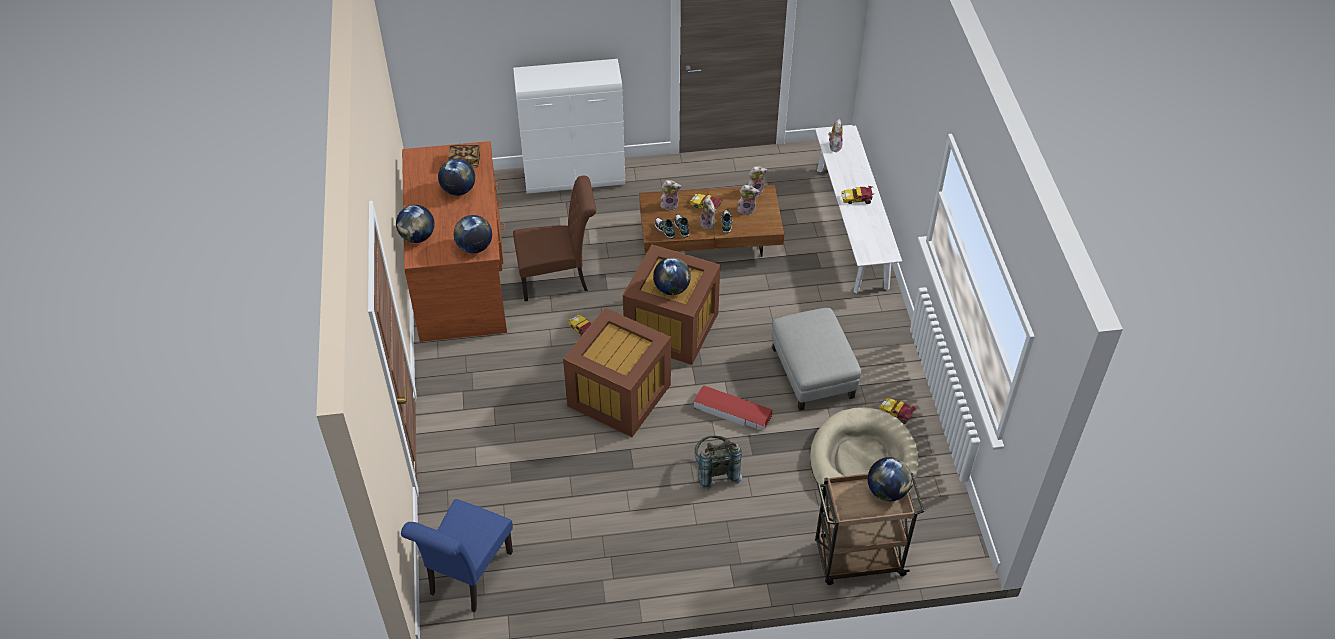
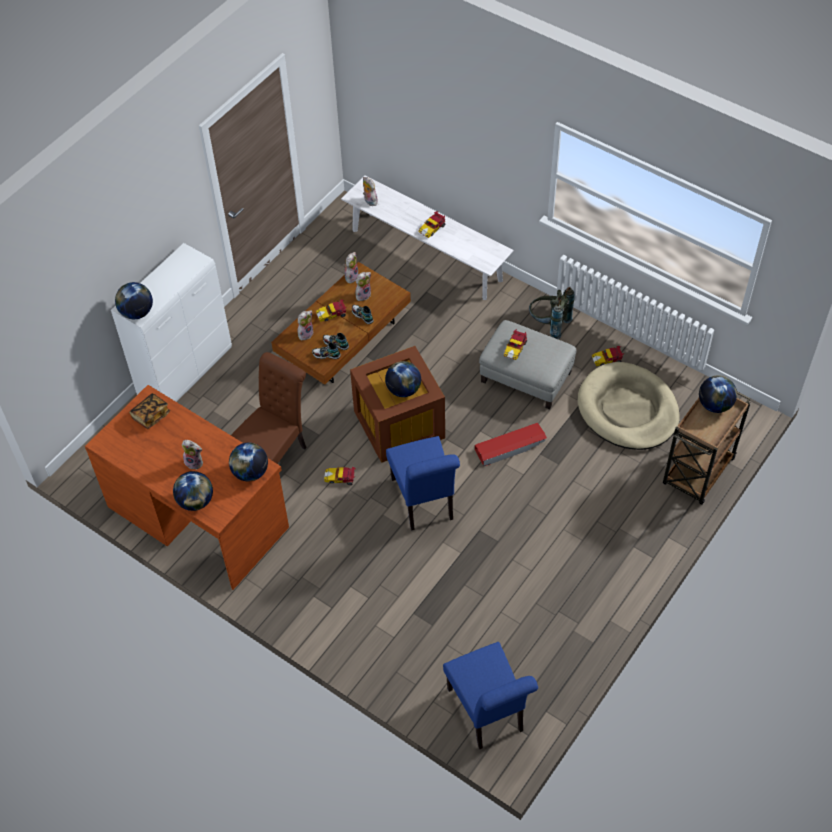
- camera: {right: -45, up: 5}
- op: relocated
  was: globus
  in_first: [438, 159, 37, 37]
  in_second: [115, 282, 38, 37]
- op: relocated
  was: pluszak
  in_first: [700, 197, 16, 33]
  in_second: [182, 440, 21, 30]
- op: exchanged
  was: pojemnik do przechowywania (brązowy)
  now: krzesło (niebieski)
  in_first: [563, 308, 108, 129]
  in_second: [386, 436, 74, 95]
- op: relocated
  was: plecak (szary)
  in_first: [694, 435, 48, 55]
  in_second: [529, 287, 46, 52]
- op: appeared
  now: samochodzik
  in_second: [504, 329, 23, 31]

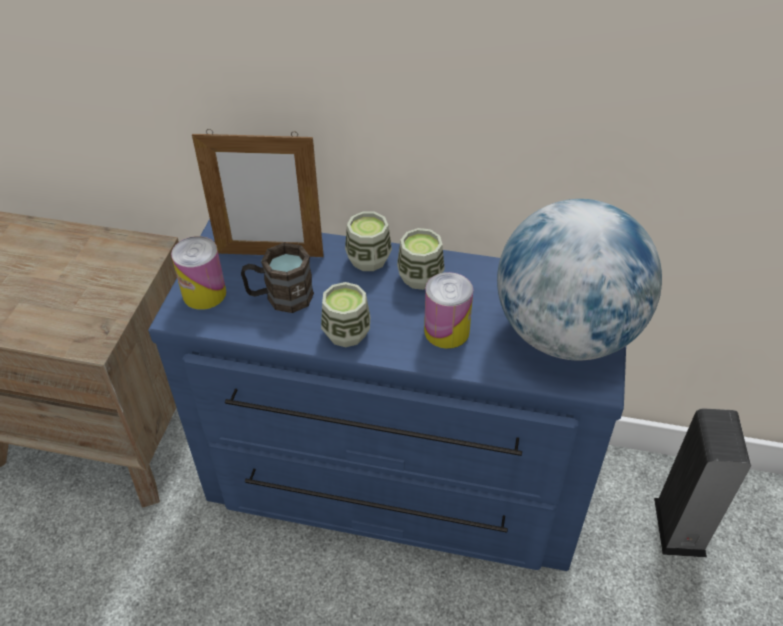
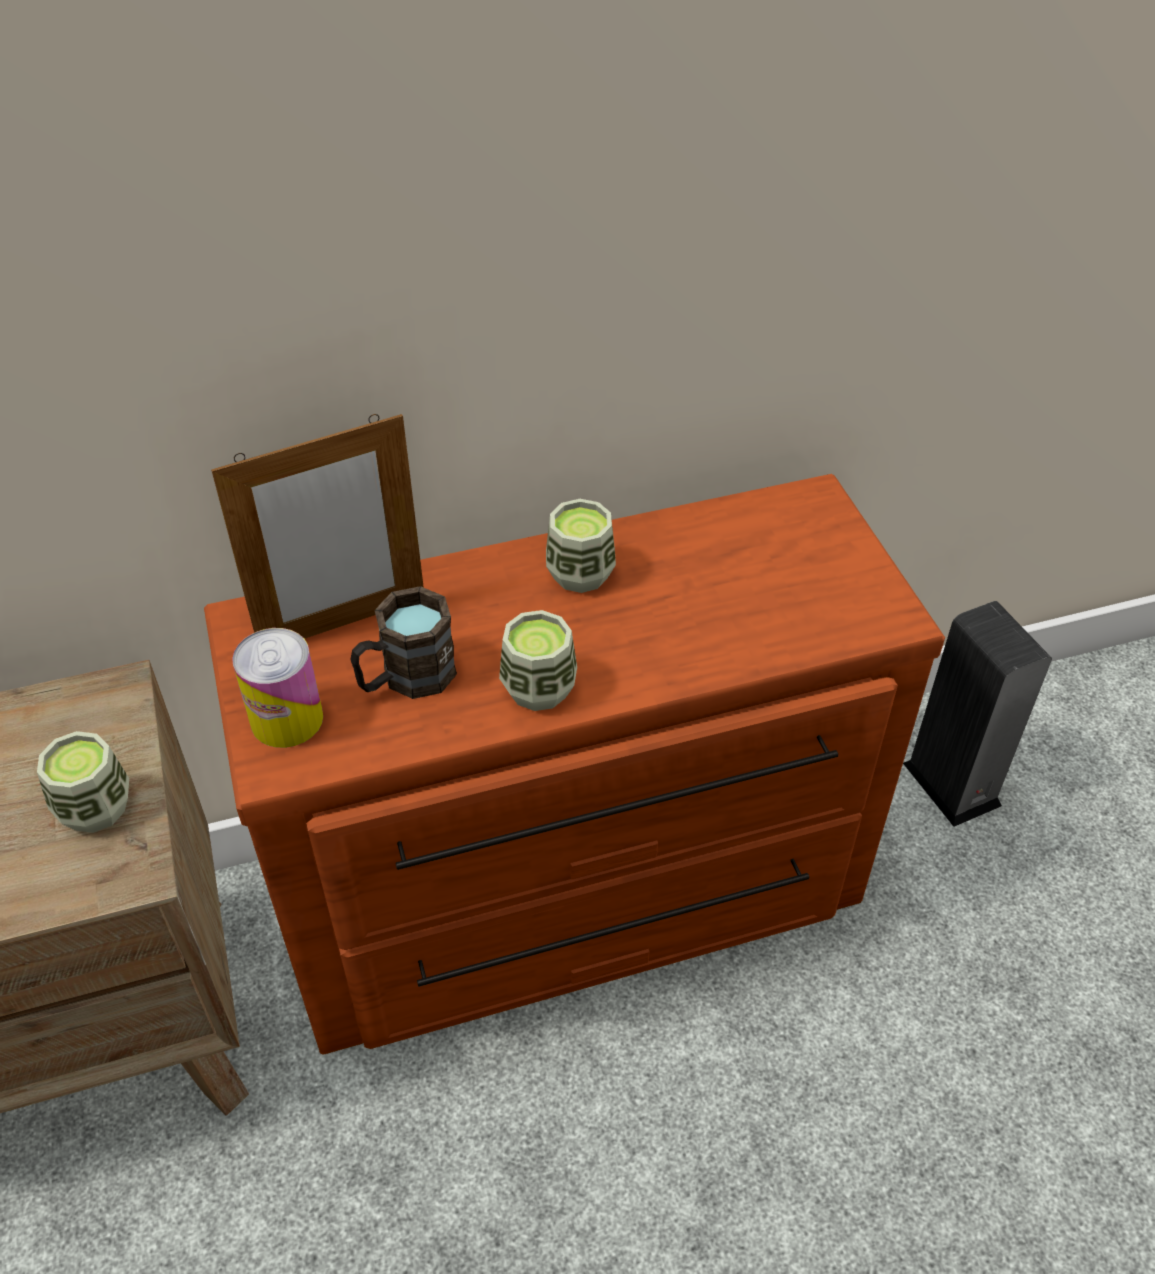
- camera: {right: -30, up: 0}
- op: missing
  was: globus
  in_first: [497, 199, 165, 161]
- op: relocated
  was: filiżanka
  in_first: [345, 211, 47, 60]
  in_second: [37, 731, 92, 102]
- op: colour
  was: komoda (niebieski)
  now: komoda (brązowy)
  in_first: [148, 219, 478, 352]
  in_second: [204, 474, 741, 581]
- op: missing
  was: puszka
  in_first: [424, 272, 49, 77]

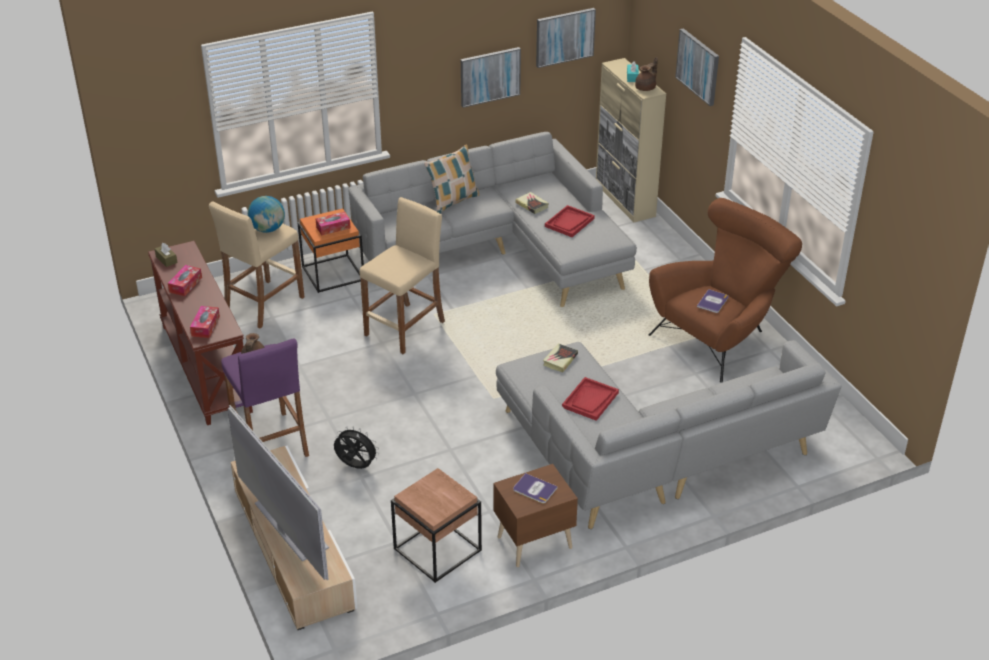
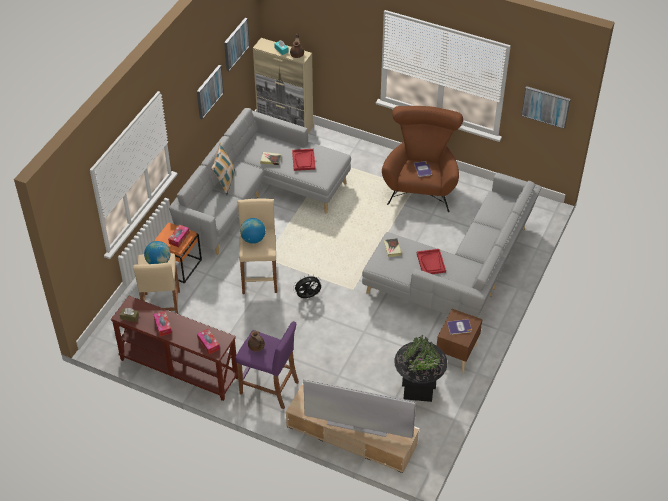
- camera: {right: -40, up: 10}
- op: relocated
  was: obraz
  in_first: [675, 28, 44, 78]
  in_second: [521, 86, 50, 43]
- op: relocated
  was: wentylator (czarny)
  in_first: [334, 426, 45, 43]
  in_second: [293, 275, 28, 23]
- op: exchanged
  was: stolik (brązowy)
  now: donica (czarny)
  in_first: [391, 468, 91, 115]
  in_second: [394, 335, 54, 67]
- op: appeared
  now: globus
  in_second: [240, 218, 26, 26]

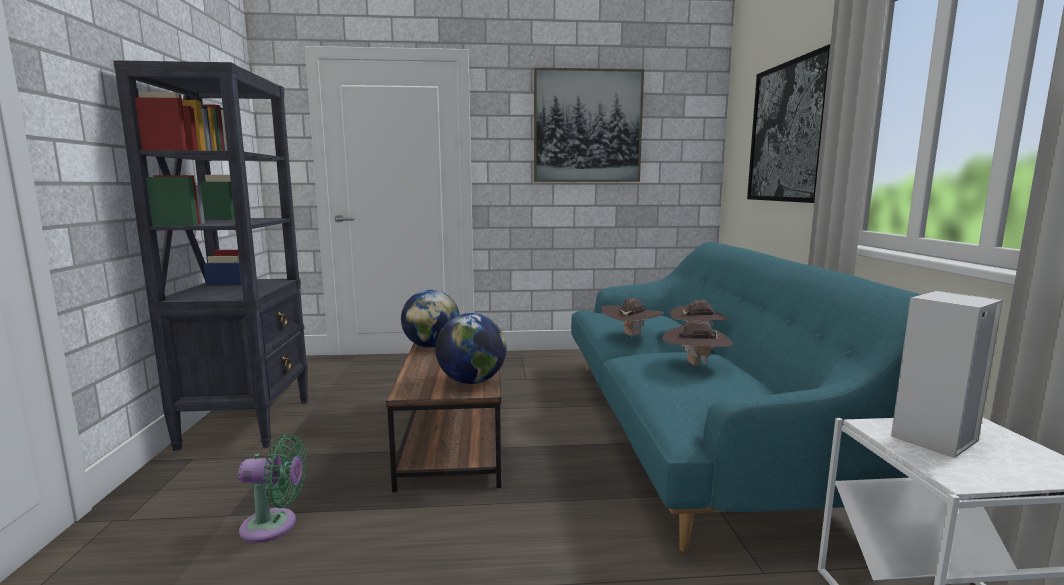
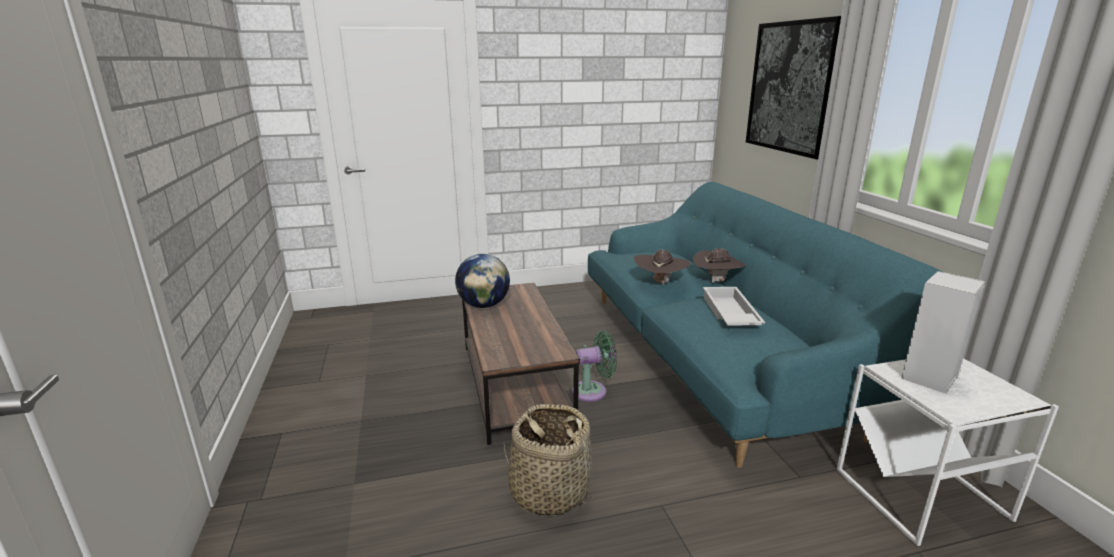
- camera: {right: -10, up: 10}
- op: missing
  was: regał (czarny)
  in_first: [113, 60, 195, 391]
- op: missing
  was: obraz
  in_first: [534, 68, 110, 114]
- op: missing
  was: globus
  in_first: [435, 313, 72, 71]
- op: exchanged
  was: kapelusz (brązowy)
  now: taca (biały)
  in_first: [663, 320, 70, 46]
  in_second: [703, 287, 62, 39]
- op: relocated
  was: wentylator (zielony)
  in_first: [238, 434, 69, 109]
  in_second: [572, 331, 45, 71]
- op: appeared
  now: koszyk
  in_second: [504, 404, 91, 112]

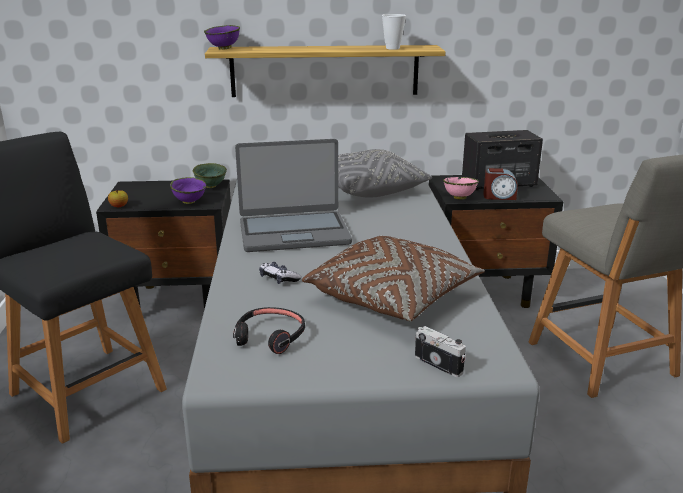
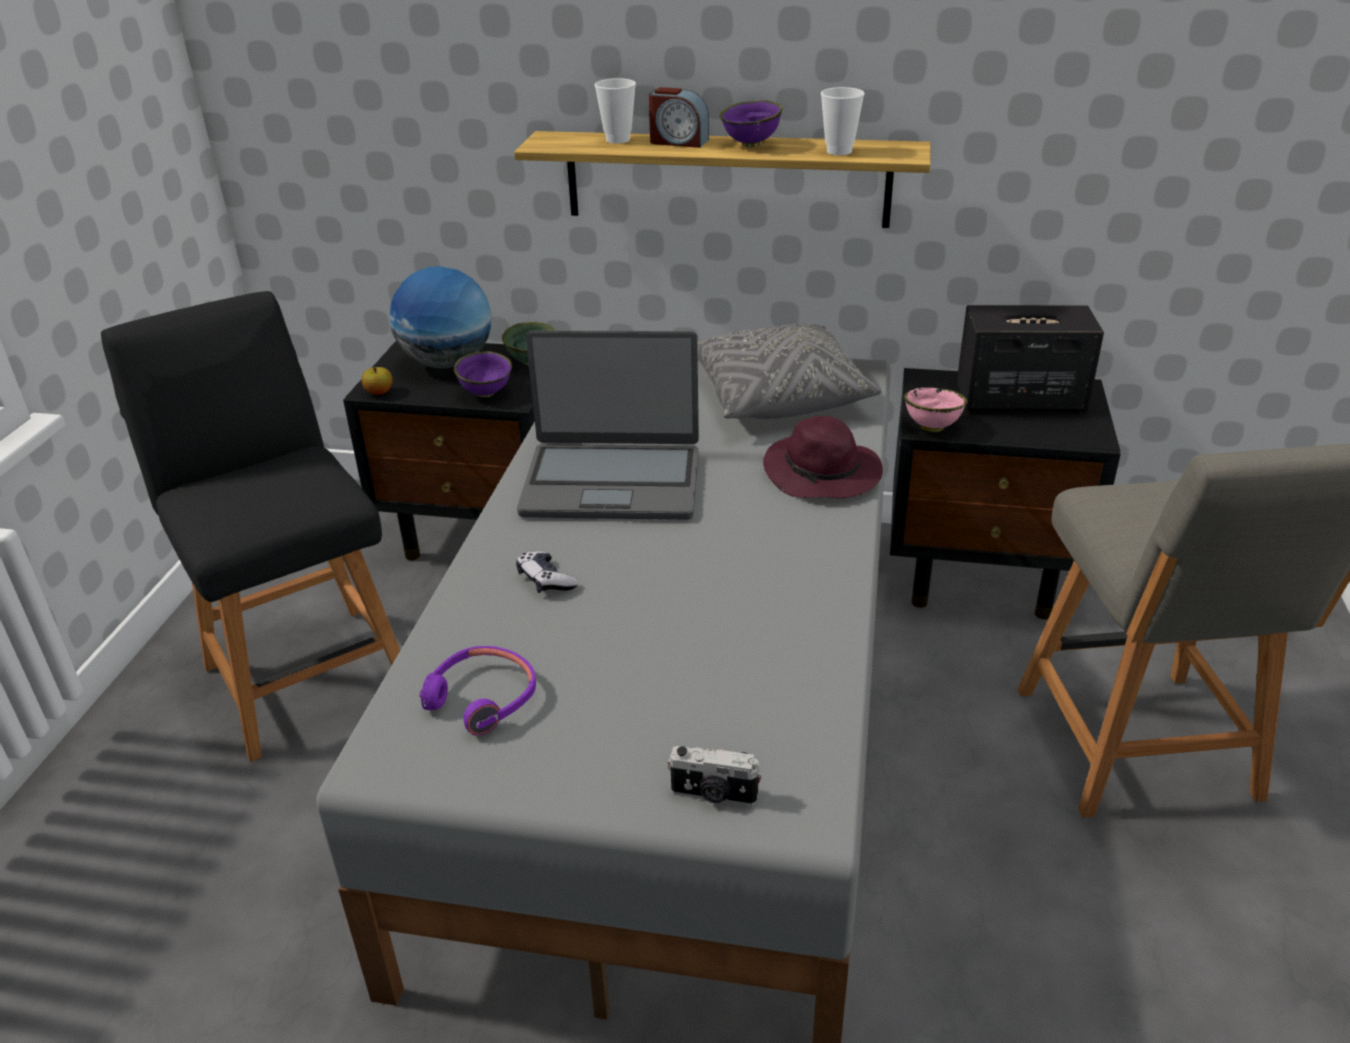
- camera: {right: 15, up: 10}
- op: relocated
  was: miska (fioletowy)
  in_first: [204, 25, 36, 25]
  in_second: [720, 100, 63, 47]
- op: relocated
  was: budzik
  in_first: [483, 168, 35, 32]
  in_second: [649, 87, 60, 61]
- op: missing
  was: poduszka (brązowy)
  in_first: [302, 236, 183, 85]
- op: colour
  was: słuchawki (czarny)
  now: słuchawki (fioletowy)
  in_first: [233, 307, 72, 47]
  in_second: [419, 646, 117, 89]
- op: spun
  was: aparat fotograficzny
  in_first: [415, 326, 51, 51]
  in_second: [668, 746, 94, 60]
  clockwise: 135
- op: appeared
  now: filiżanka
  in_second: [595, 78, 41, 65]
- op: appeared
  now: globus
  in_second: [389, 266, 102, 102]
- op: appeared
  now: kapelusz (fioletowy)
  in_second: [763, 416, 120, 82]

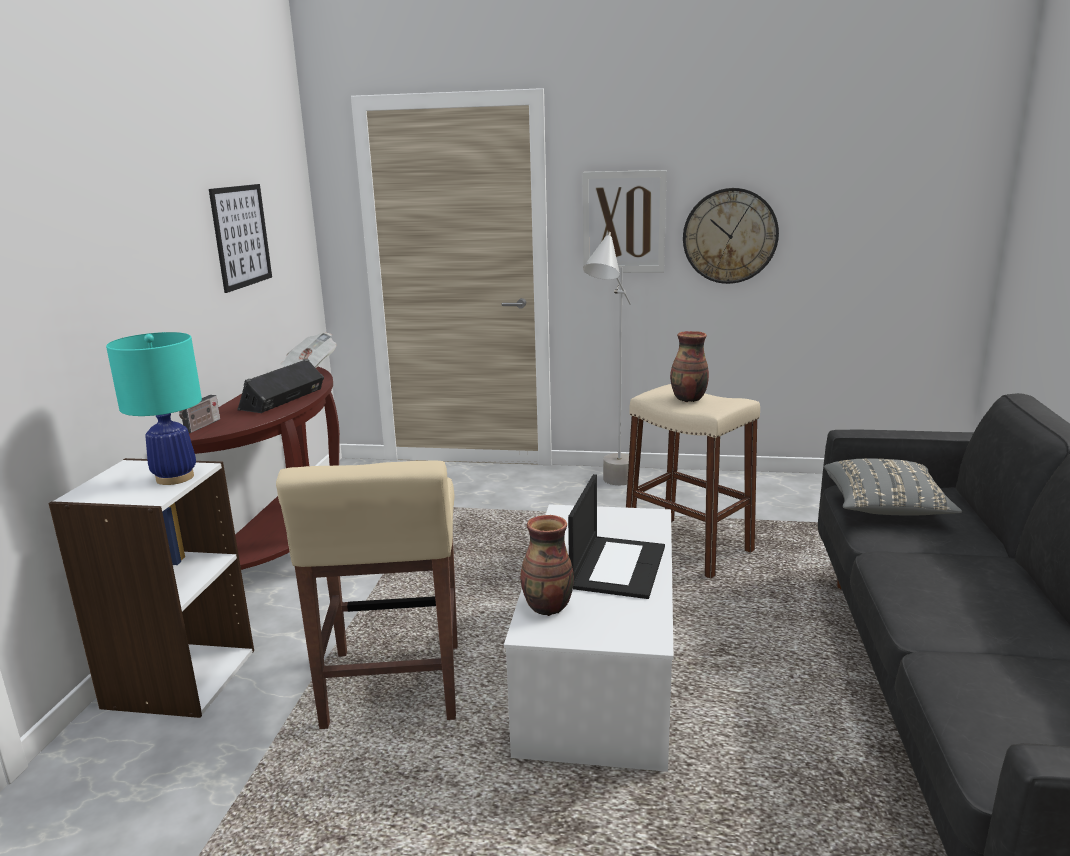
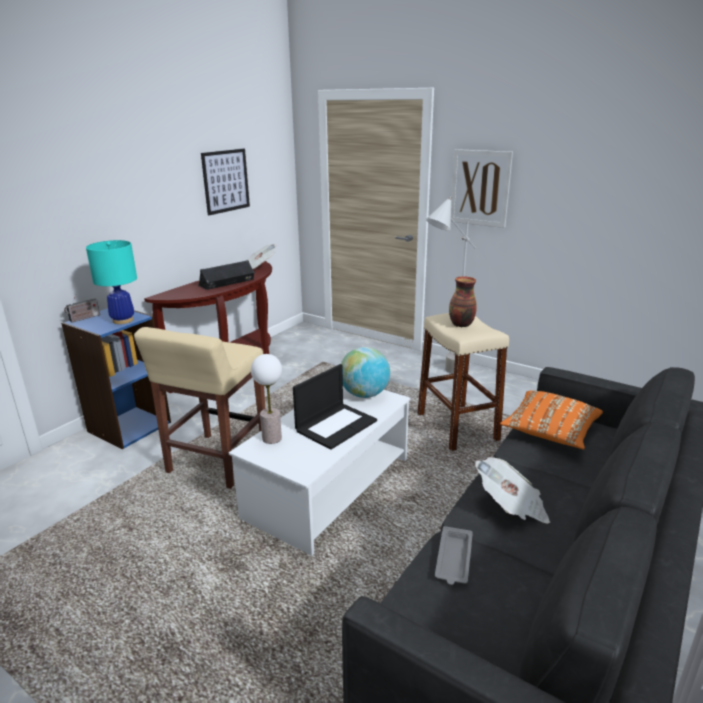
- camera: {right: 25, up: 5}
- op: missing
  was: zegar ścienny
  in_first: [683, 188, 96, 96]
- op: relocated
  was: radio
  in_first: [179, 395, 41, 38]
  in_second: [64, 294, 36, 28]
- op: colour
  was: regał (biały)
  now: regał (niebieski)
  in_first: [48, 458, 206, 260]
  in_second: [61, 308, 110, 141]
- op: colour
  was: poduszka (szary)
  now: poduszka (pomarańczowy)
  in_first: [824, 458, 138, 58]
  in_second: [500, 390, 103, 60]
- op: exchanged
  was: wazon
  now: lampa stołowa
  in_first: [520, 515, 54, 101]
  in_second: [251, 354, 31, 90]
- op: appeared
  now: globus
  in_second: [341, 347, 49, 51]
- op: appeared
  now: gazeta
  in_second: [475, 457, 75, 67]
- op: appeared
  now: taca (szary)
  in_second: [435, 526, 38, 59]

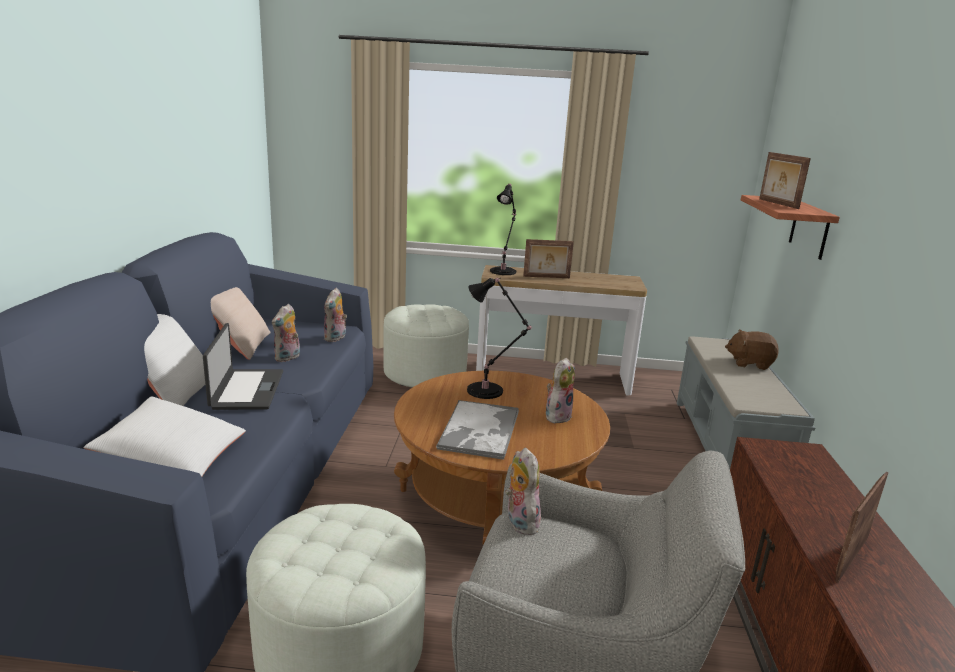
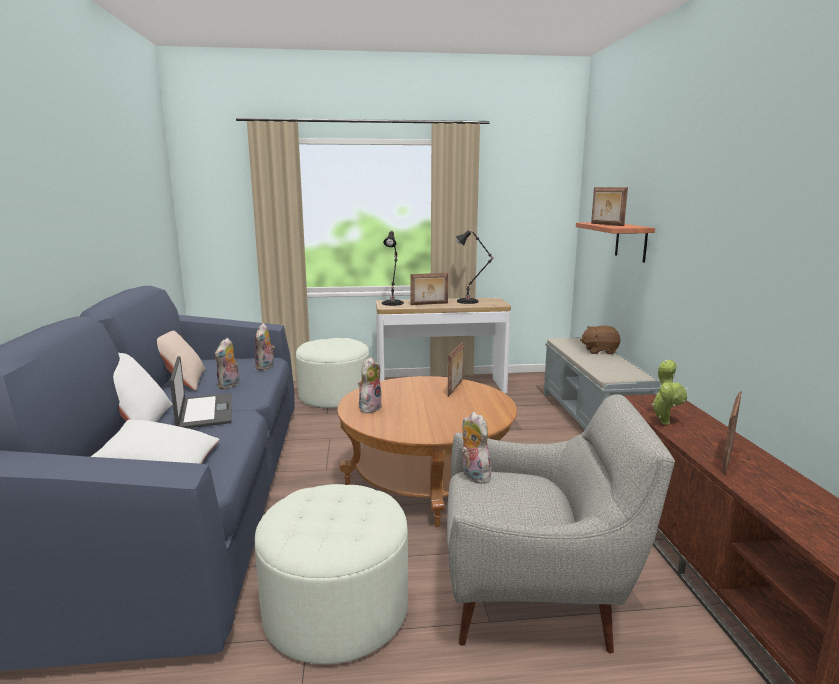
- camera: {right: -10, up: -5}
- op: relocated
  was: lampa stołowa (czarny)
  in_first: [467, 278, 65, 121]
  in_second: [456, 230, 38, 74]
- op: relocated
  was: pluszak
  in_first: [546, 358, 29, 65]
  in_second: [358, 357, 24, 56]
- op: missing
  was: taca
  in_first: [436, 400, 83, 60]
- op: appeared
  now: ramka na zdjęcie
  in_second: [447, 342, 17, 55]
- op: appeared
  now: roślina doniczkowa
  in_second: [651, 360, 36, 65]

